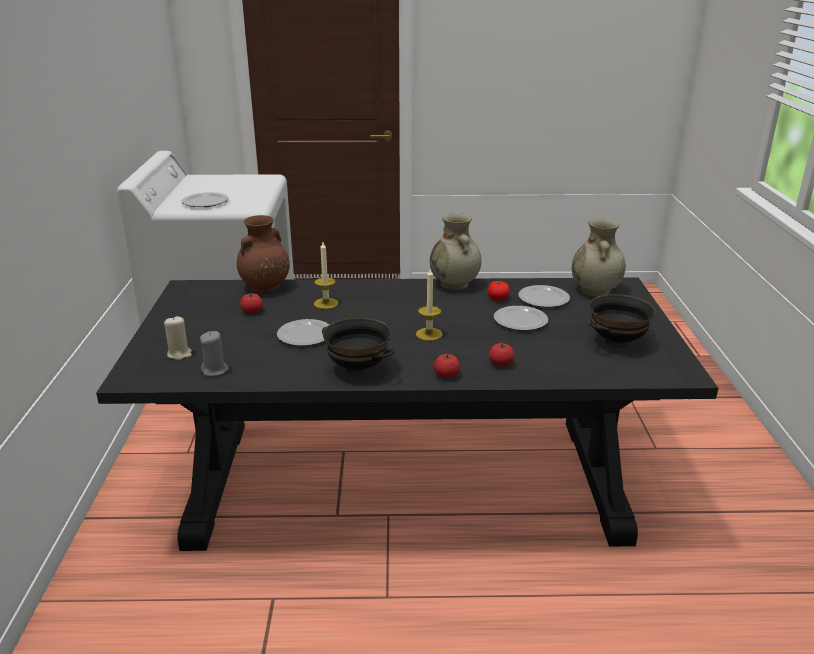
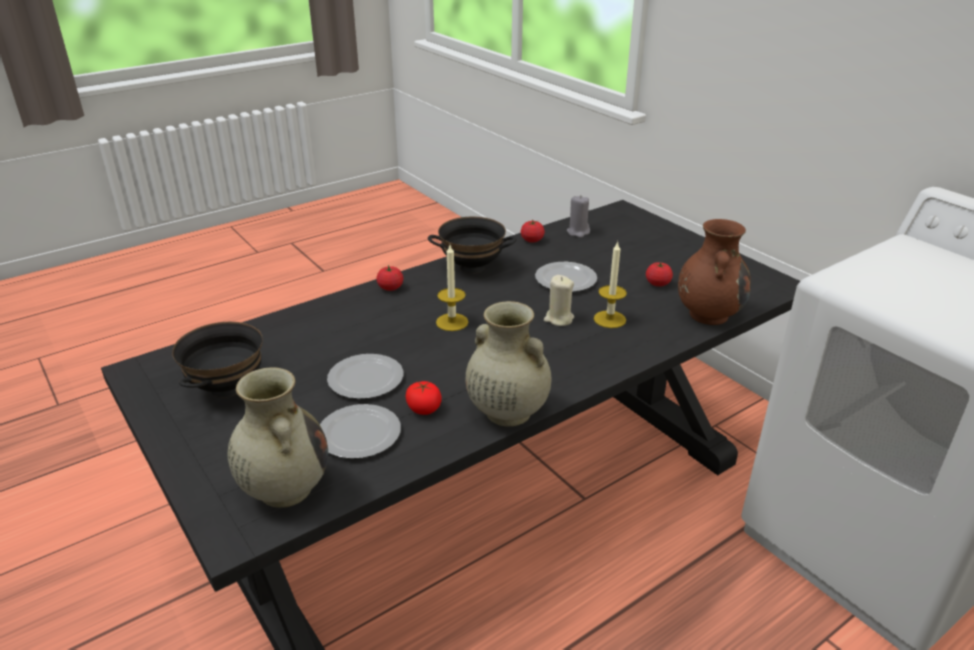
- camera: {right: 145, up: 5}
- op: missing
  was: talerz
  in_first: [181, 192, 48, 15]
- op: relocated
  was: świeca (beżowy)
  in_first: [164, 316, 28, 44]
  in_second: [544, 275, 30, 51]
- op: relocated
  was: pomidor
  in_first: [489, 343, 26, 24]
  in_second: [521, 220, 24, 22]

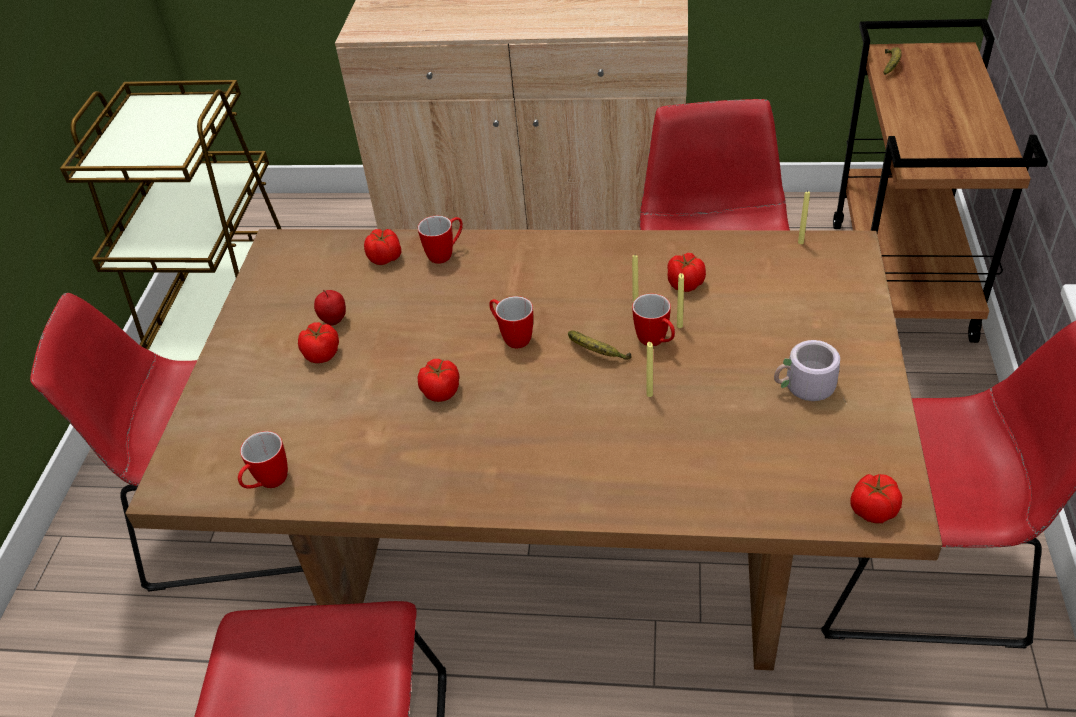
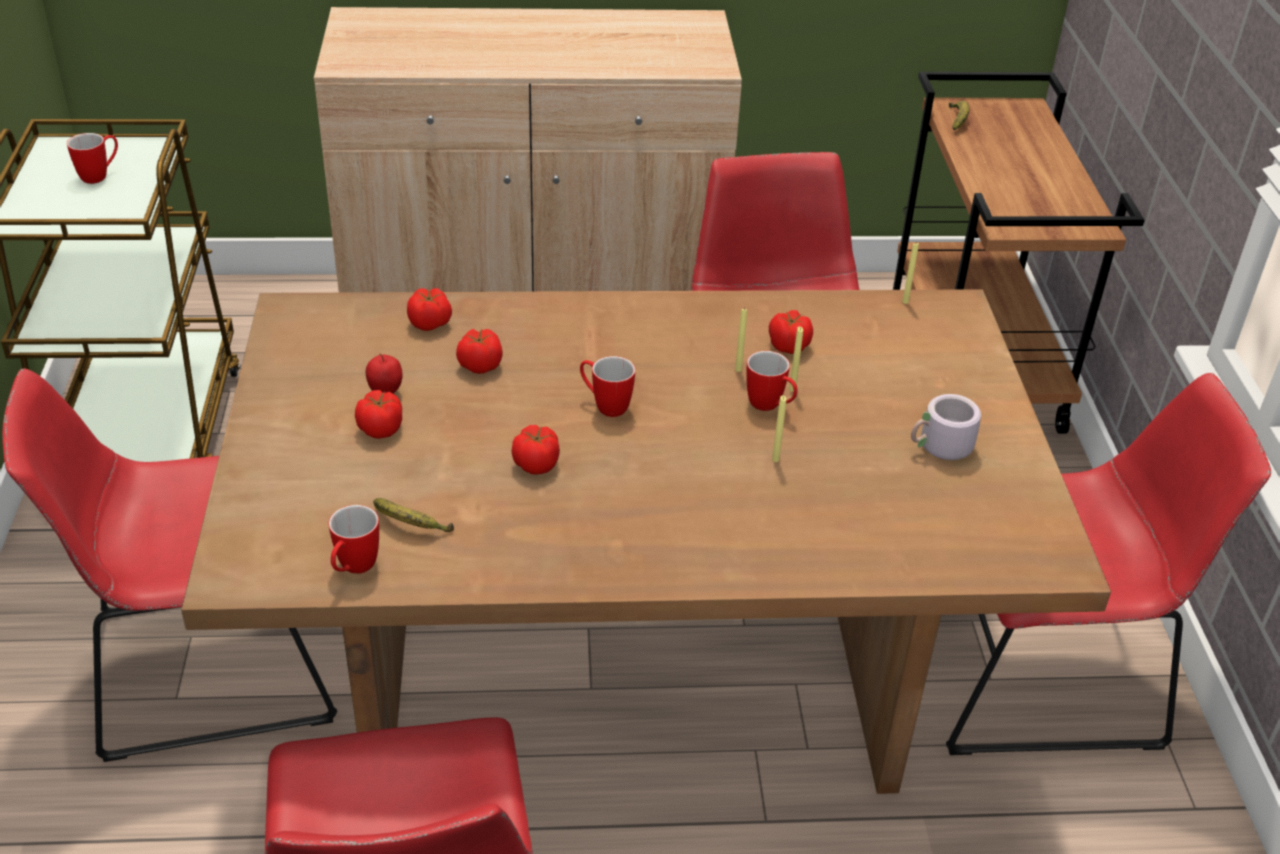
- camera: {right: -15, up: -5}
- op: relocated
  was: kubek
  in_first: [418, 216, 45, 48]
  in_second: [67, 133, 51, 51]
- op: relocated
  was: banan
  in_first: [568, 331, 63, 29]
  in_second: [373, 498, 81, 34]
- op: relocated
  was: pomidor
  in_first: [850, 474, 52, 49]
  in_second: [456, 329, 47, 45]

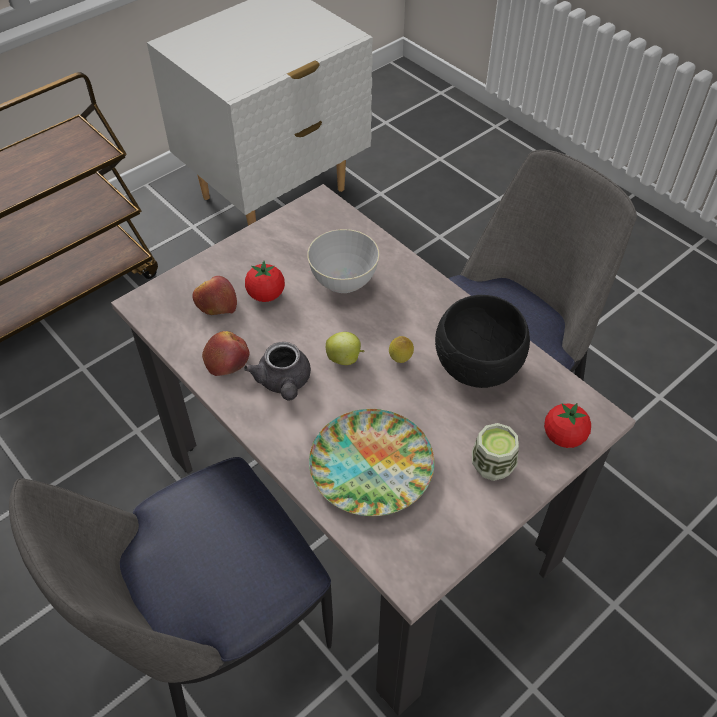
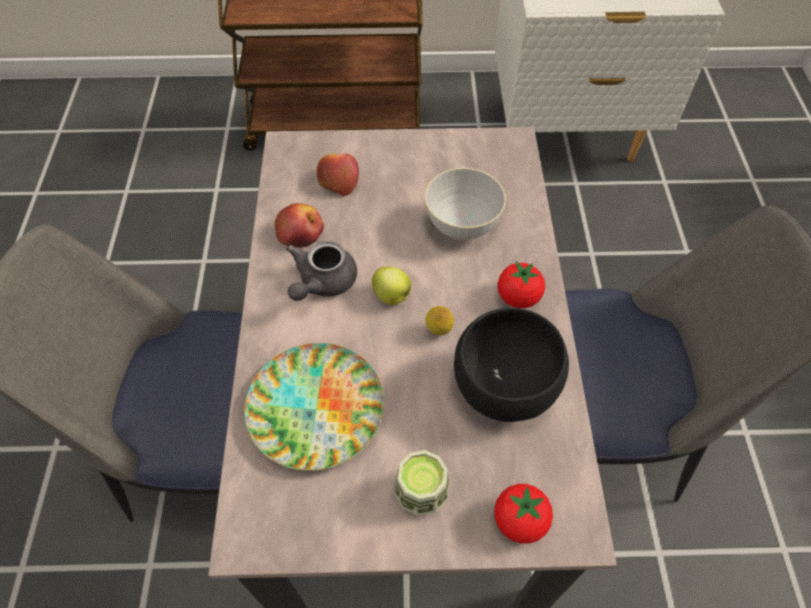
- camera: {right: 40, up: 5}
- op: relocated
  was: pomidor
  in_first: [245, 261, 40, 41]
  in_second: [498, 261, 47, 47]

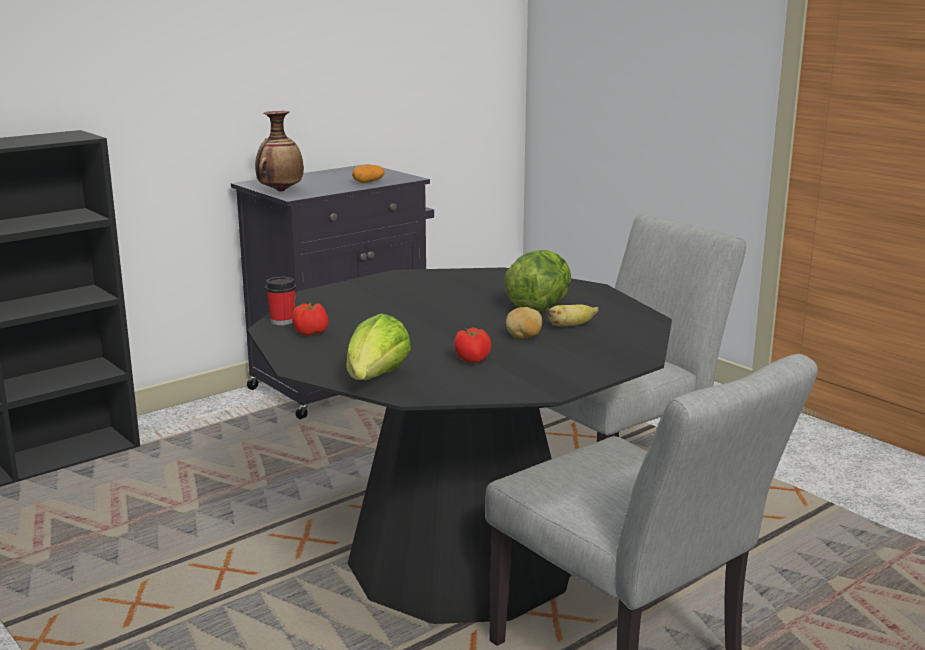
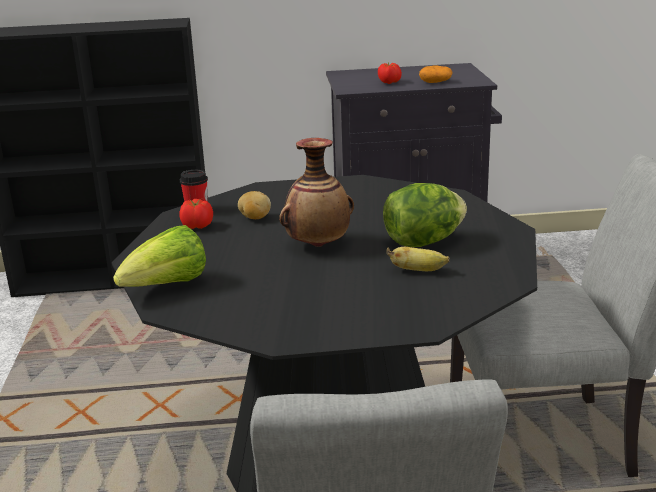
- camera: {right: 35, up: 5}
- op: relocated
  was: wazon
  in_first: [255, 111, 49, 81]
  in_second: [279, 138, 75, 109]
- op: relocated
  was: ziemniak
  in_first: [506, 307, 36, 32]
  in_second: [238, 191, 33, 28]
- op: relocated
  was: pomidor
  in_first: [454, 327, 37, 36]
  in_second: [378, 63, 24, 21]

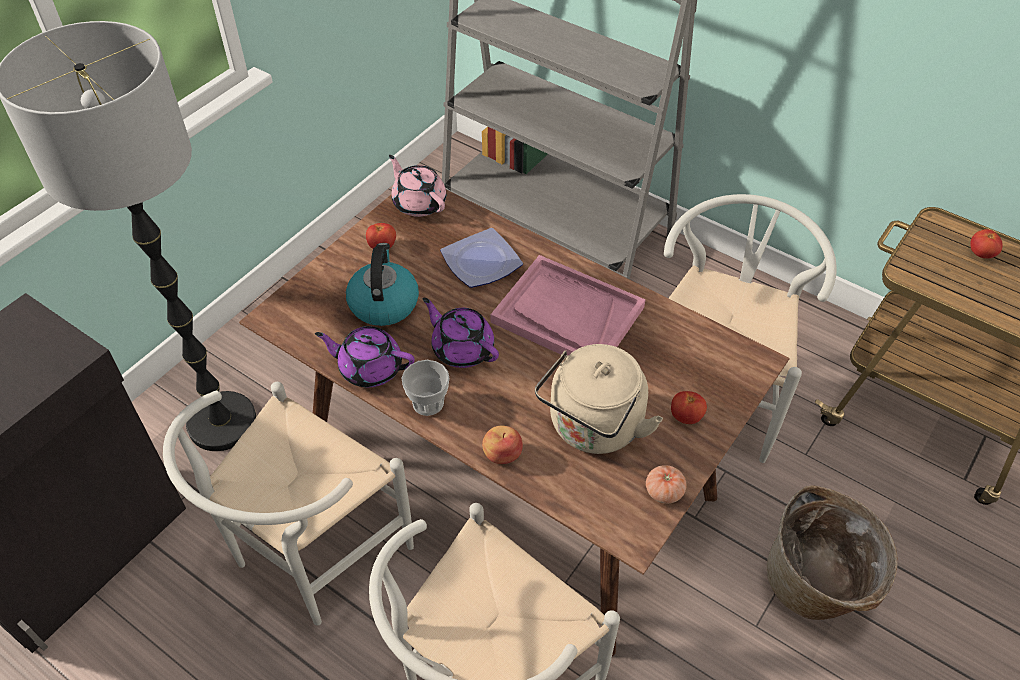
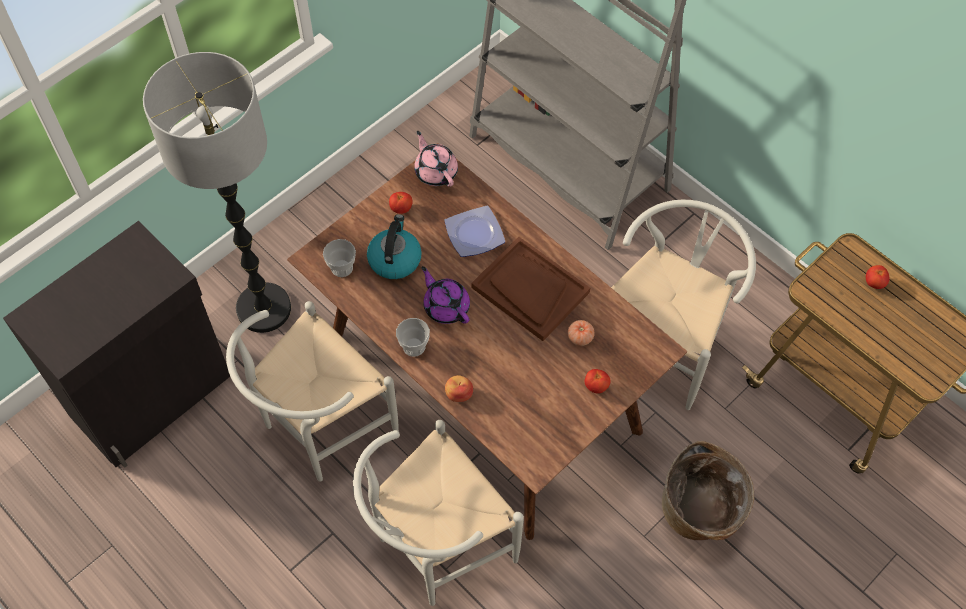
- camera: {right: 10, up: 10}
- op: colour
  was: taca (różowy)
  now: taca (brązowy)
  in_first: [490, 255, 156, 101]
  in_second: [471, 237, 119, 104]
- op: missing
  was: imbryk (fioletowy)
  in_first: [315, 326, 100, 61]
- op: missing
  was: czajnik (beżowy)
  in_first: [535, 344, 128, 110]
- op: relocated
  was: pomidor
  in_first: [646, 465, 41, 39]
  in_second: [568, 320, 27, 26]
- op: appeared
  now: filiżanka
  in_second: [323, 239, 33, 38]

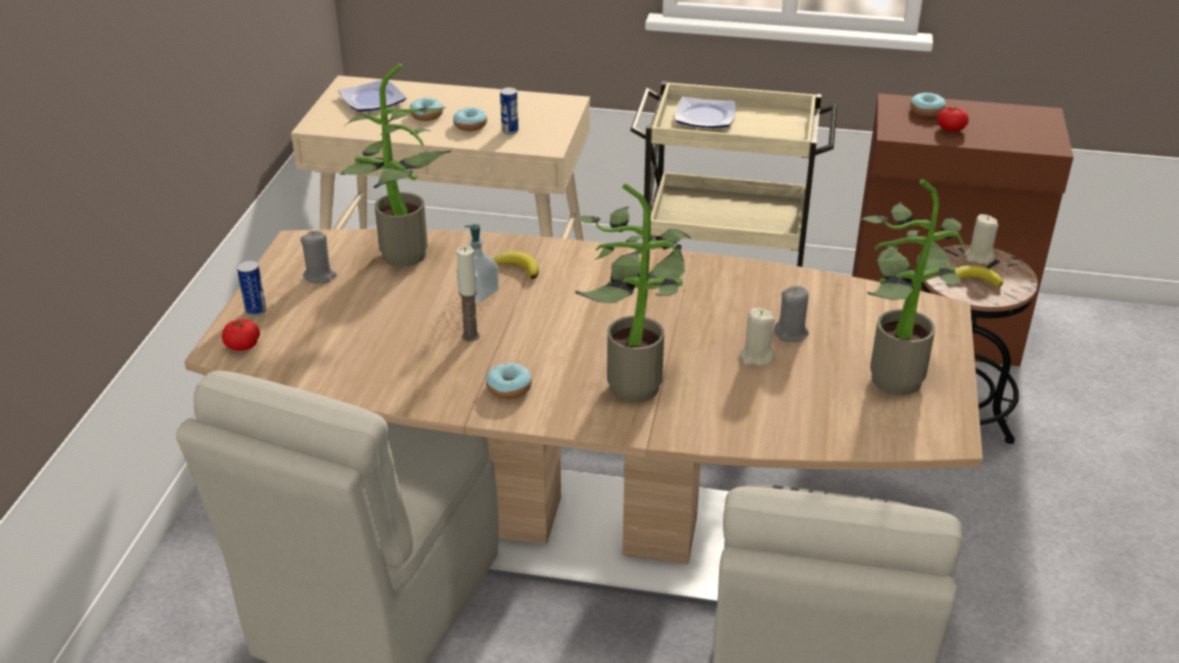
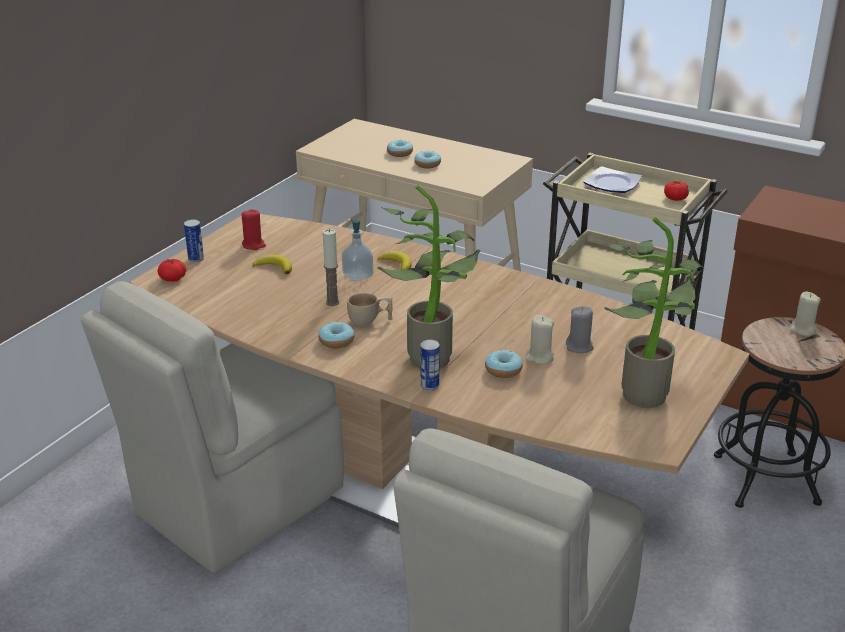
- camera: {right: 20, up: -5}
- op: missing
  was: roślina doniczkowa
  in_first: [340, 63, 111, 204]
- op: missing
  was: talerz
  in_first: [338, 79, 69, 33]
- op: relocated
  was: puszka
  in_first: [500, 87, 19, 48]
  in_second: [420, 339, 20, 52]
- op: relocated
  was: donut
  in_first: [910, 93, 36, 24]
  in_second: [485, 350, 38, 28]
- op: relocated
  was: pomidor
  in_first: [937, 107, 32, 24]
  in_second: [664, 181, 25, 20]
- op: colour
  was: świeca (szary)
  now: świeca (czerwony)
  in_first: [300, 231, 37, 52]
  in_second: [242, 209, 24, 41]
- op: relocated
  was: banan
  in_first: [955, 265, 48, 22]
  in_second: [253, 255, 39, 19]
- op: appeared
  now: filiżanka (beżowy)
  in_second: [347, 293, 46, 33]

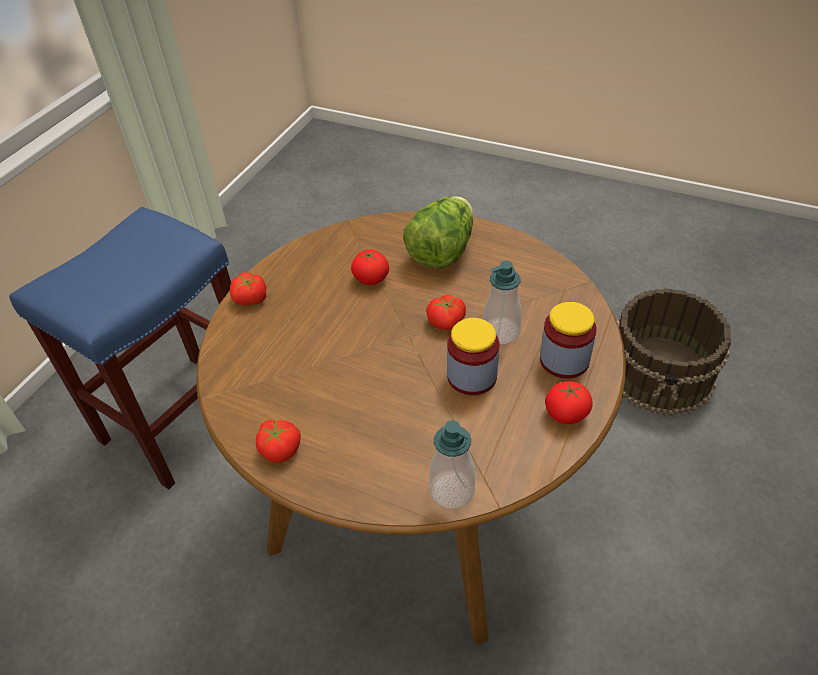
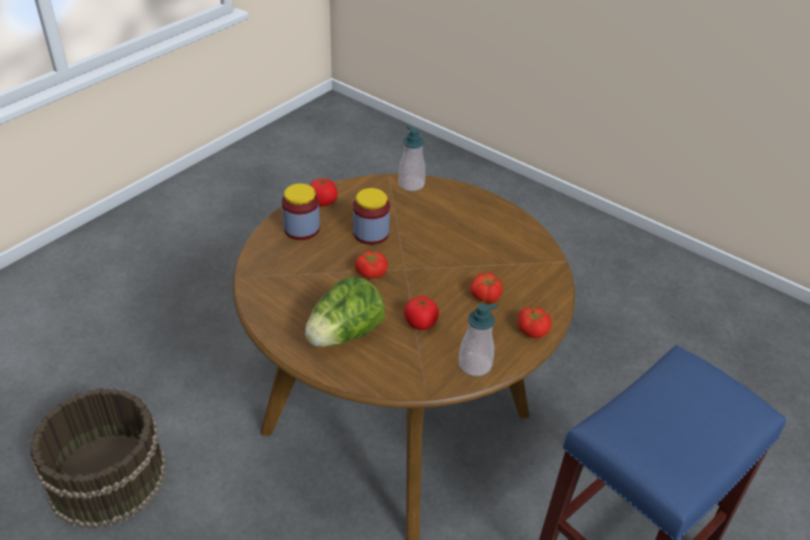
- camera: {right: -170, up: -5}
- op: relocated
  was: dozownik mydła
  in_first: [483, 261, 38, 83]
  in_second: [458, 304, 39, 72]
- op: relocated
  was: pomidor
  in_first: [256, 420, 45, 43]
  in_second: [470, 272, 33, 31]

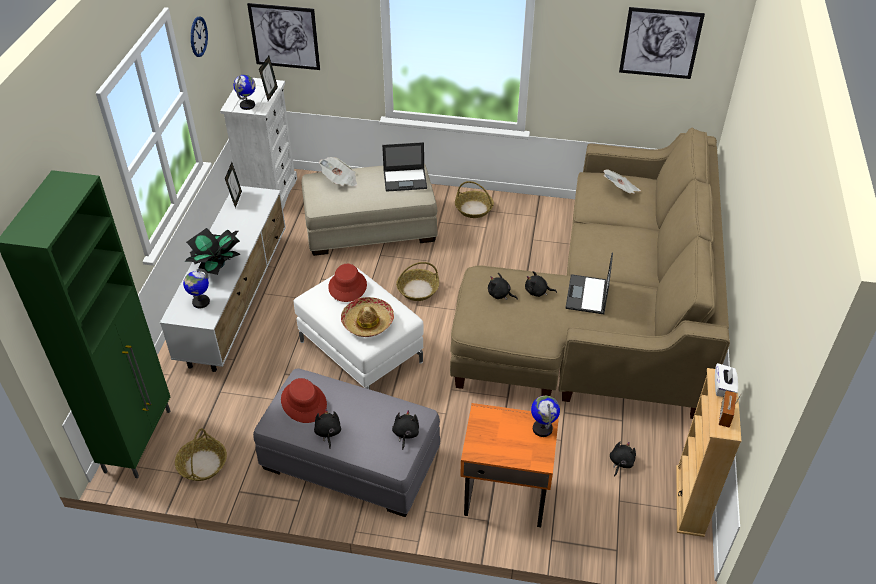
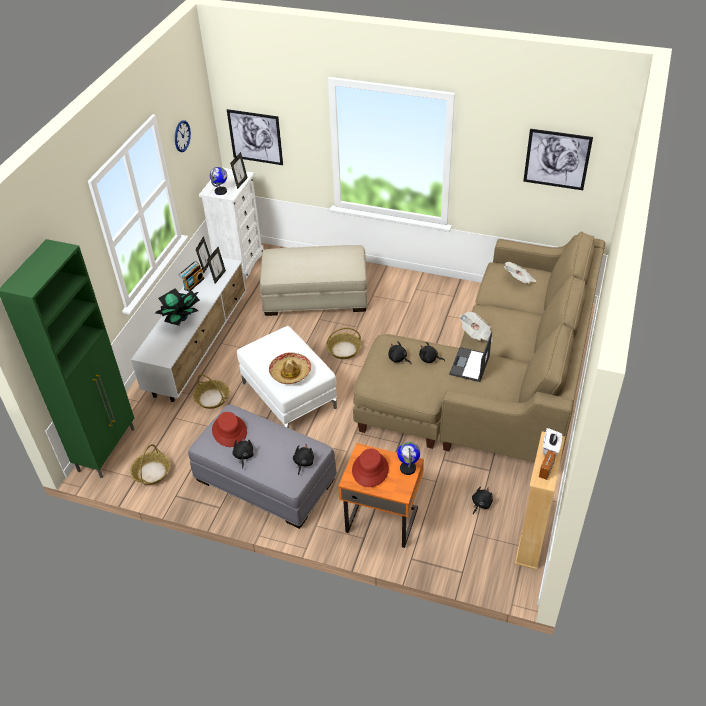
- camera: {right: 10, up: 0}
- op: missing
  was: laptop
  in_first: [382, 142, 45, 50]
- op: relocated
  was: gazeta
  in_first: [319, 157, 38, 30]
  in_second: [460, 312, 32, 30]
- op: relocated
  was: koszyk
  in_first: [455, 181, 39, 37]
  in_second: [193, 374, 37, 35]
- op: relocated
  was: kapelusz (czerwony)
  in_first: [328, 264, 39, 38]
  in_second: [352, 448, 37, 39]
- op: missing
  was: globus
  in_first: [183, 269, 27, 39]
- op: appeared
  now: ramka na zdjęcie
  in_second: [207, 247, 19, 37]
- op: appeared
  now: radio
  in_second: [178, 260, 27, 32]

